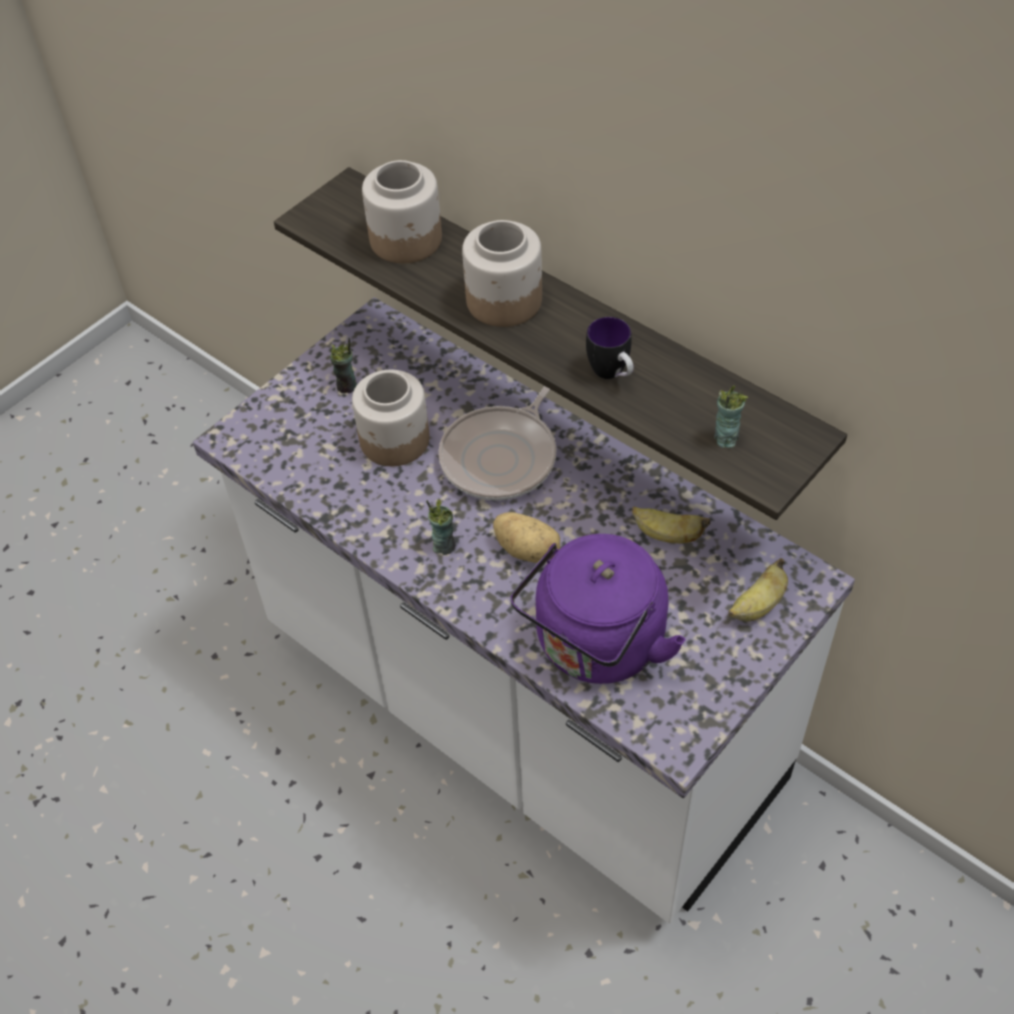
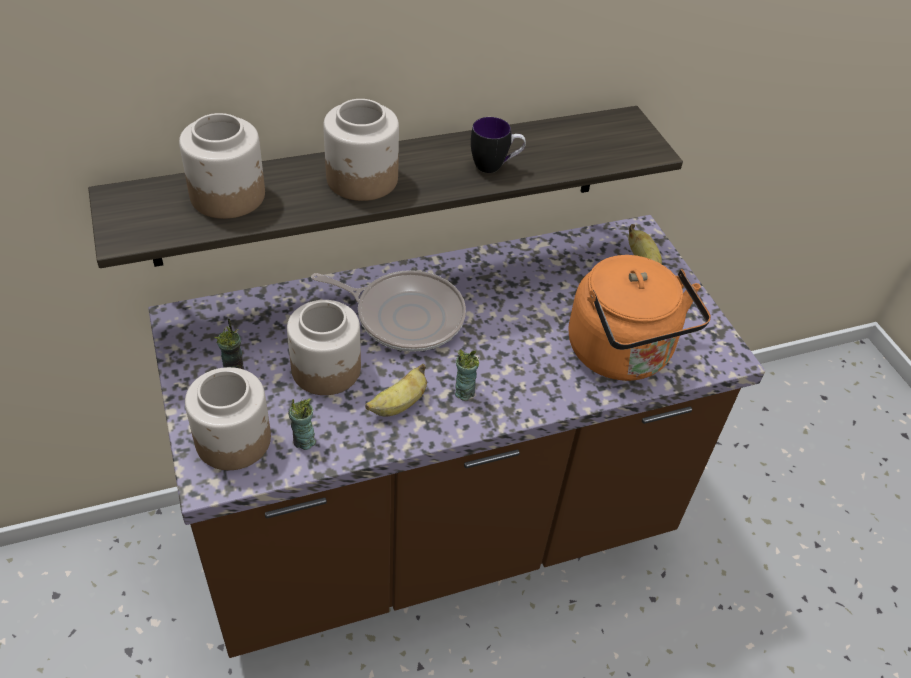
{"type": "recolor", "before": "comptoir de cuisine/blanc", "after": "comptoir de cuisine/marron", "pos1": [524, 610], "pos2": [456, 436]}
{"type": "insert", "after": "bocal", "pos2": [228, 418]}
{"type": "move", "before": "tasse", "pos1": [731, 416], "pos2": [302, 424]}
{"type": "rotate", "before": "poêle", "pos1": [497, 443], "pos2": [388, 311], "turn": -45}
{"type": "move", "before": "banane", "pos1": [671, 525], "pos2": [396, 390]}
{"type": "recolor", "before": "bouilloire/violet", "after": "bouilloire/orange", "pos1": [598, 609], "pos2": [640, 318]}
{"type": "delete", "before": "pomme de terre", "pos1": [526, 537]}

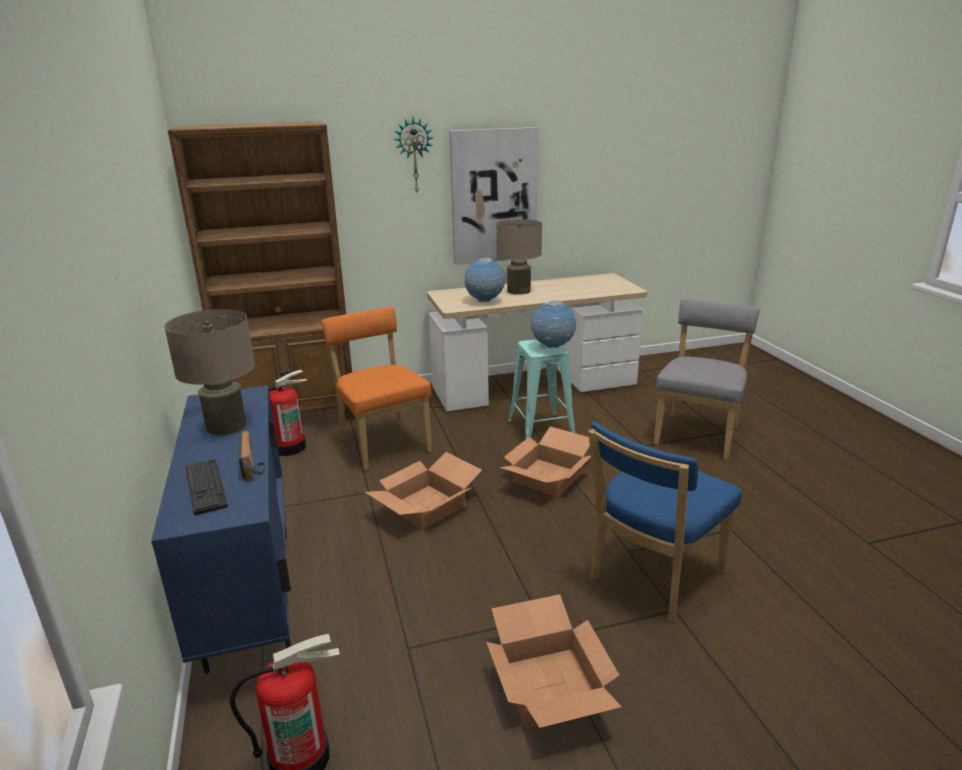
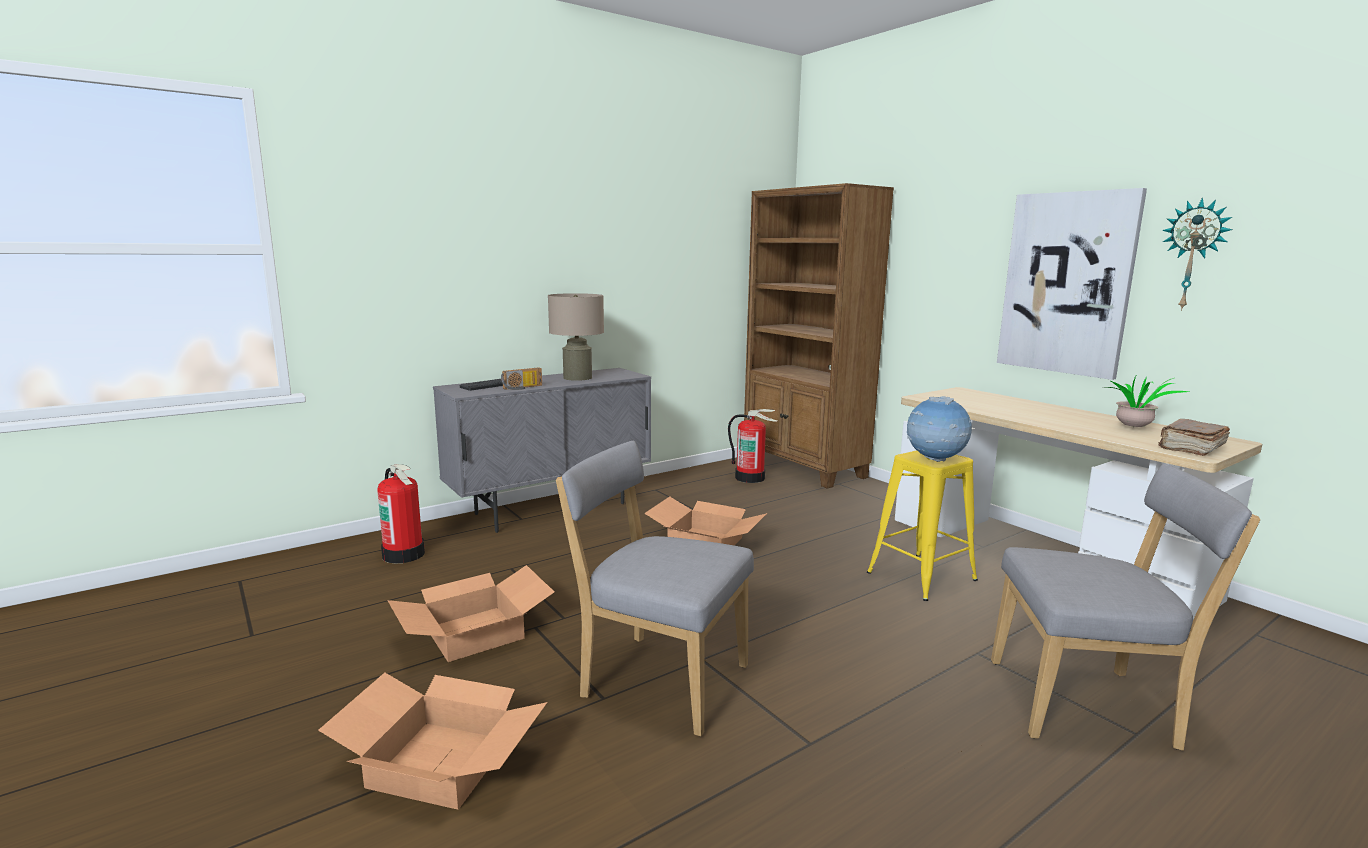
{"type": "move", "before": "carton", "pos1": [545, 462], "pos2": [433, 741]}
{"type": "recolor", "before": "meuble de rangement/bleu", "after": "meuble de rangement/gris", "pos1": [221, 530], "pos2": [542, 450]}
{"type": "recolor", "before": "chaise/bleu", "after": "chaise/gris", "pos1": [665, 522], "pos2": [655, 588]}
{"type": "recolor", "before": "tabouret/turquoise", "after": "tabouret/jaune", "pos1": [541, 390], "pos2": [922, 525]}
{"type": "insert", "after": "plante en pot", "pos2": [1147, 401]}
{"type": "insert", "after": "livre/marron", "pos2": [1194, 437]}
{"type": "move", "before": "horloge murale", "pos1": [413, 154], "pos2": [1197, 254]}
{"type": "delete", "before": "chaise/orange", "pos1": [376, 389]}
{"type": "delete", "before": "globe", "pos1": [484, 280]}
{"type": "delete", "before": "lampe de table/beige", "pos1": [519, 257]}

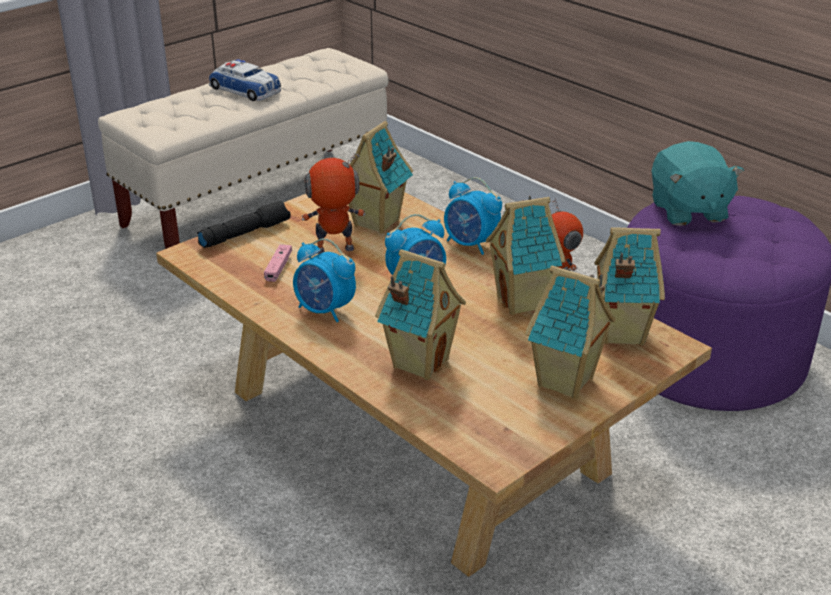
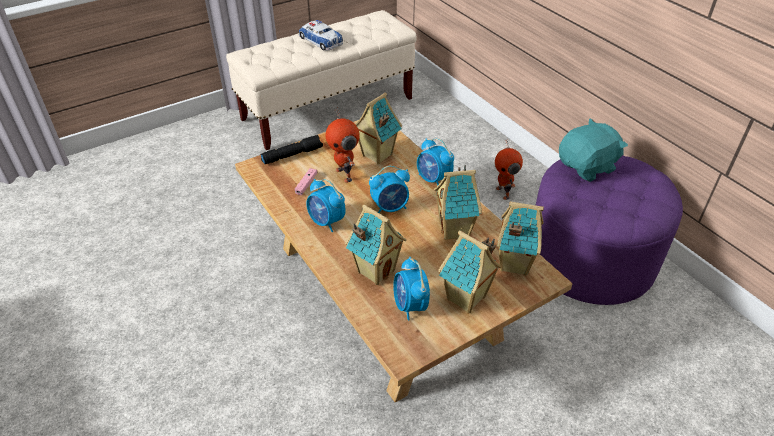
{"type": "rotate", "before": "robot jouet", "pos1": [333, 203], "pos2": [343, 145], "turn": -120}
{"type": "insert", "after": "réveil", "pos2": [411, 289]}
{"type": "rotate", "before": "peluche/turquoise", "pos1": [698, 183], "pos2": [593, 150], "turn": -120}

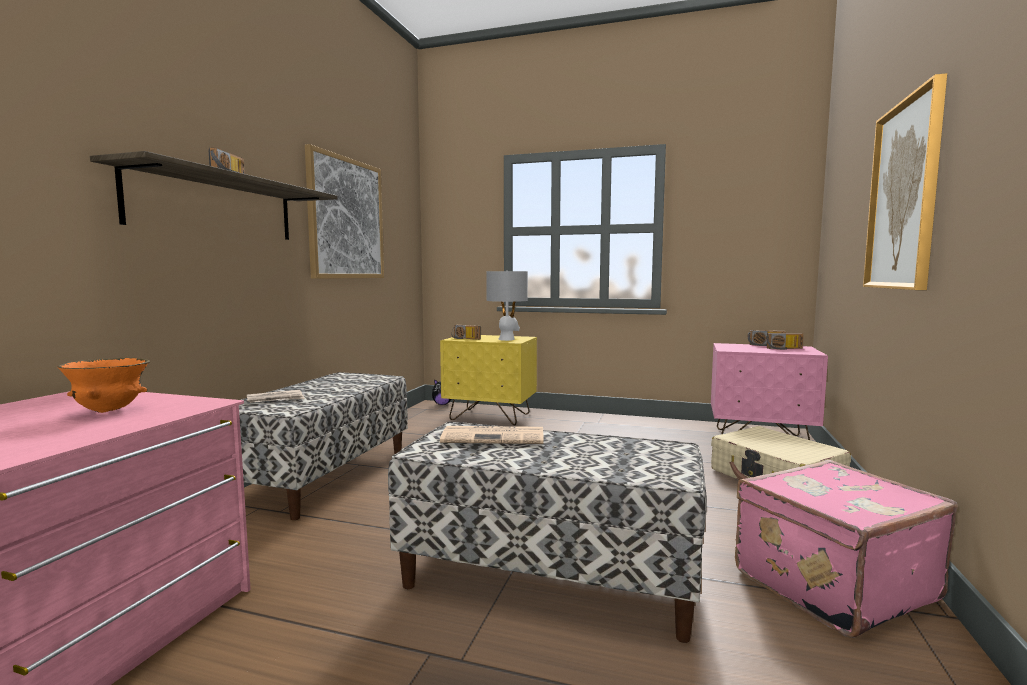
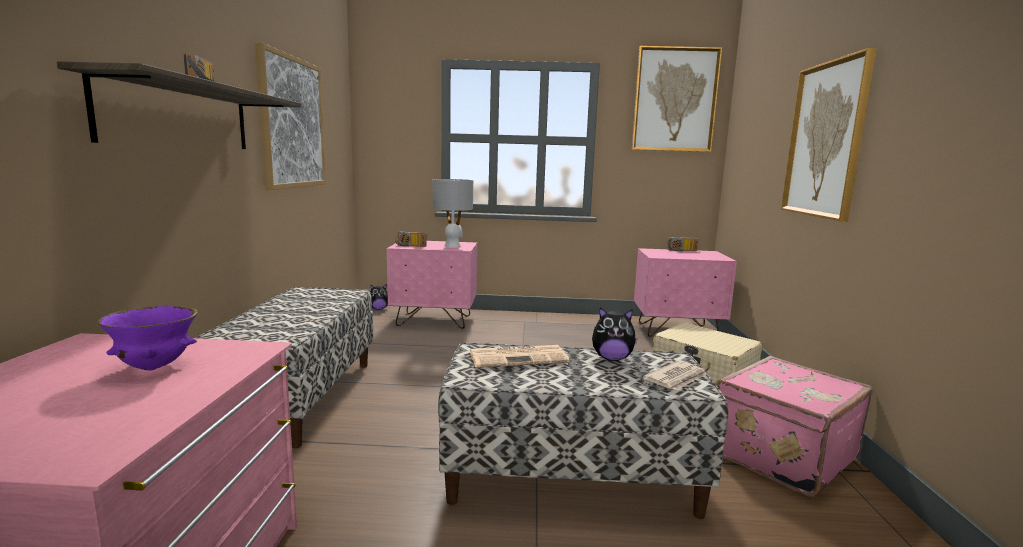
{"type": "recolor", "before": "bol/orange", "after": "bol/violet", "pos1": [103, 385], "pos2": [148, 338]}
{"type": "recolor", "before": "table de chevet/jaune", "after": "table de chevet/rose", "pos1": [488, 380], "pos2": [432, 285]}
{"type": "insert", "after": "peluche", "pos2": [615, 334]}
{"type": "insert", "after": "tableau", "pos2": [677, 99]}
{"type": "move", "before": "journal", "pos1": [276, 396], "pos2": [674, 375]}
{"type": "delete", "before": "radio", "pos1": [785, 341]}

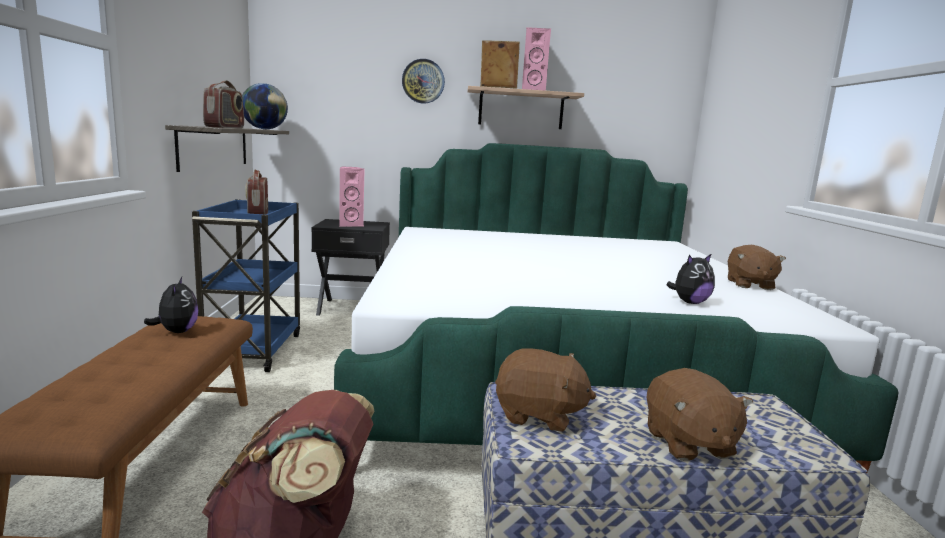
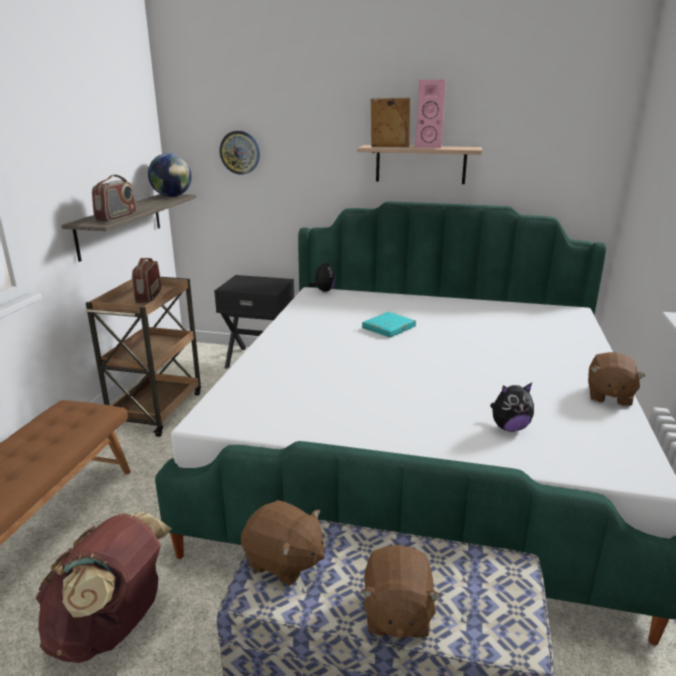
{"type": "recolor", "before": "chariot/bleu", "after": "chariot/marron", "pos1": [246, 285], "pos2": [142, 357]}
{"type": "move", "before": "horloge murale", "pos1": [423, 81], "pos2": [240, 153]}
{"type": "move", "before": "peluche", "pos1": [171, 305], "pos2": [321, 276]}
{"type": "insert", "after": "livre/turquoise", "pos2": [389, 324]}
{"type": "delete", "before": "enceinte/rose", "pos1": [351, 196]}

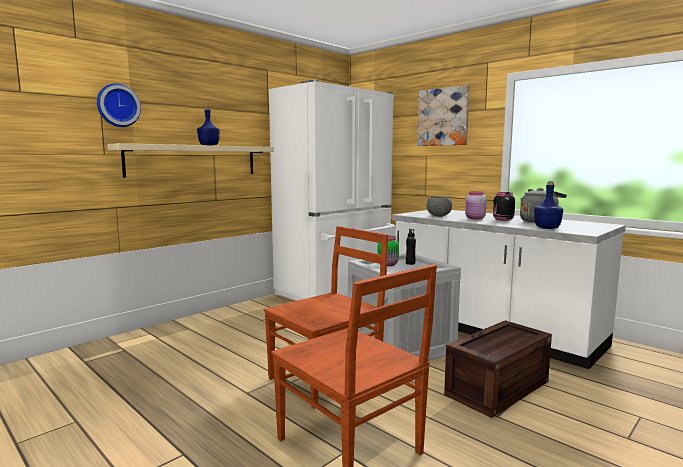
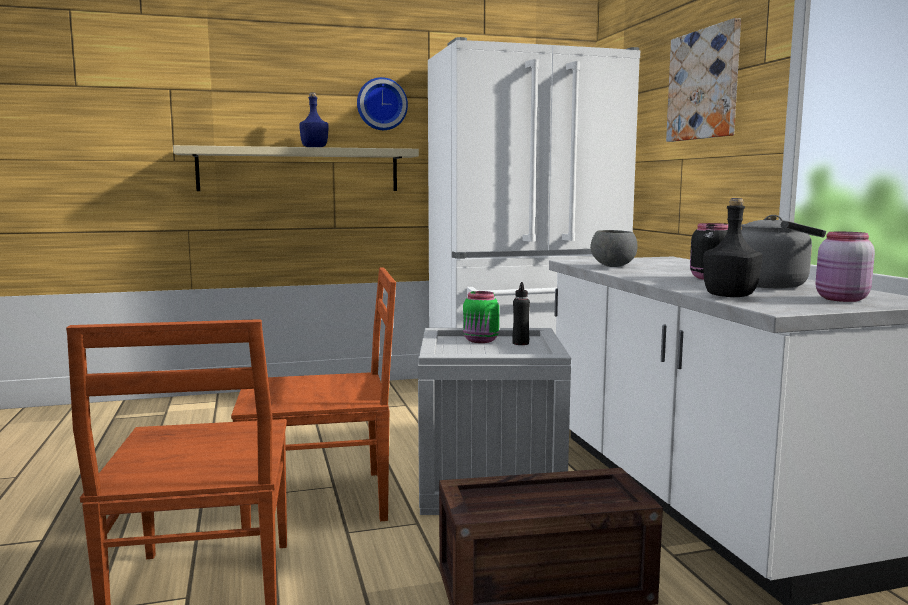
{"type": "move", "before": "horloge murale", "pos1": [119, 105], "pos2": [382, 103]}
{"type": "recolor", "before": "bouteille/bleu", "after": "bouteille/noir", "pos1": [548, 205], "pos2": [733, 247]}
{"type": "move", "before": "bocal/rose", "pos1": [476, 205], "pos2": [845, 267]}

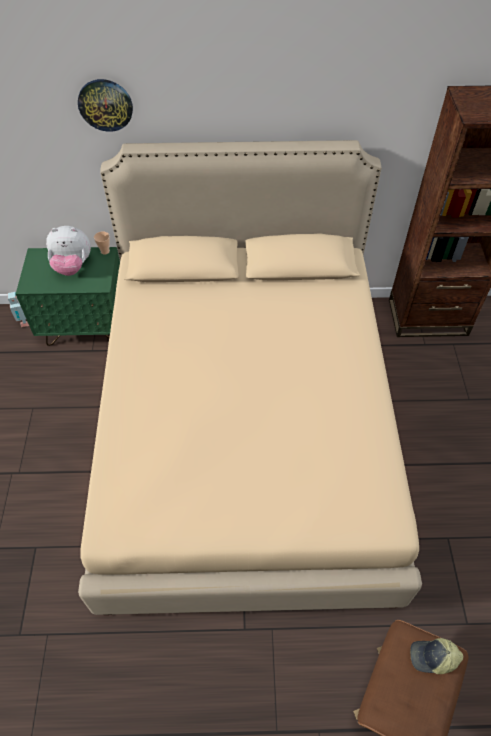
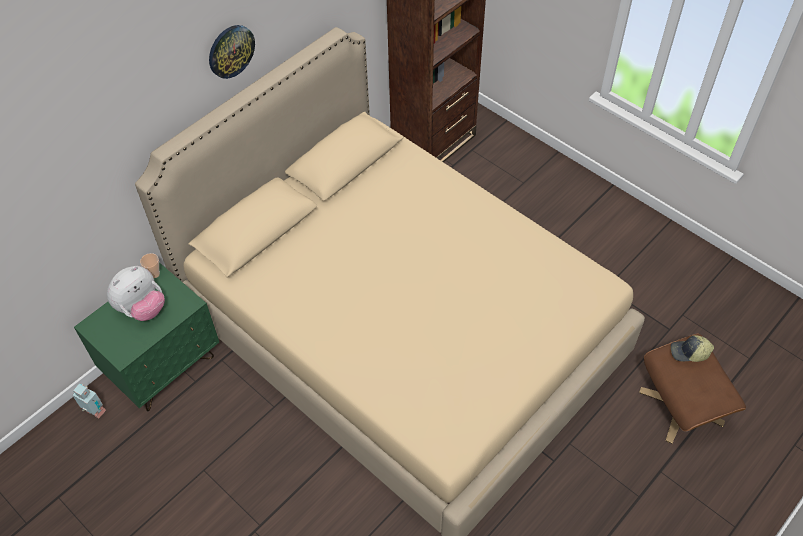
{"type": "move", "before": "horloge murale", "pos1": [105, 105], "pos2": [232, 52]}
{"type": "rotate", "before": "casquette", "pos1": [436, 656], "pos2": [692, 348], "turn": 45}

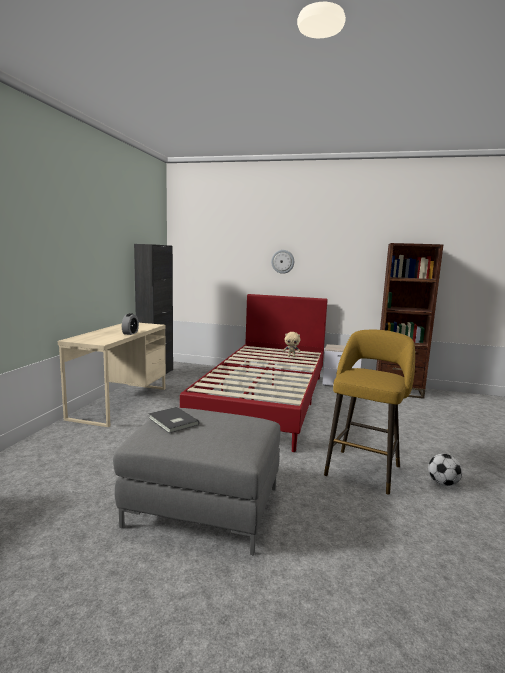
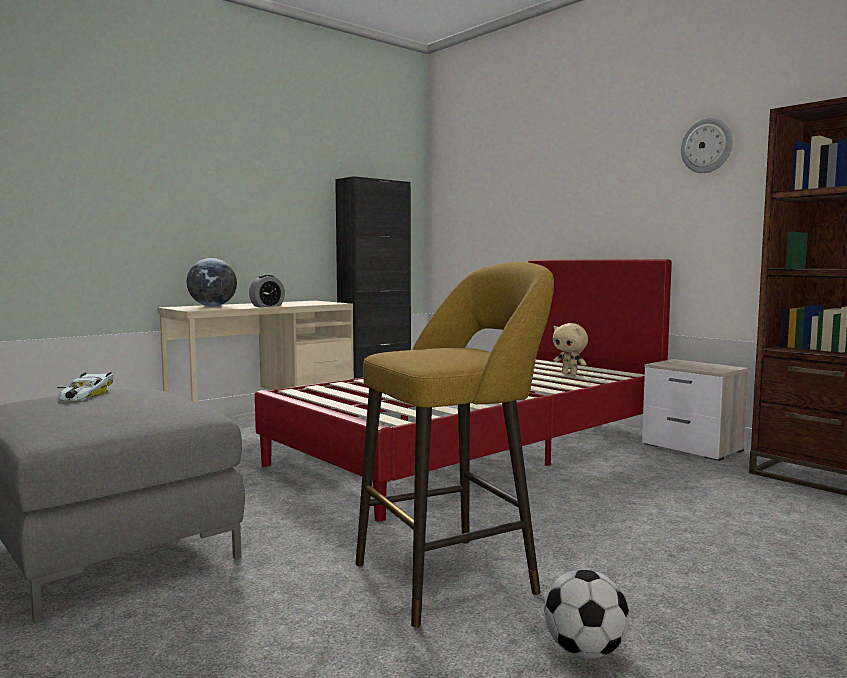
{"type": "replace", "before": "livre/gris", "after": "petite voiture", "pos1": [173, 420], "pos2": [85, 387]}
{"type": "insert", "after": "globe", "pos2": [212, 282]}
{"type": "move", "before": "horloge murale", "pos1": [282, 262], "pos2": [707, 145]}

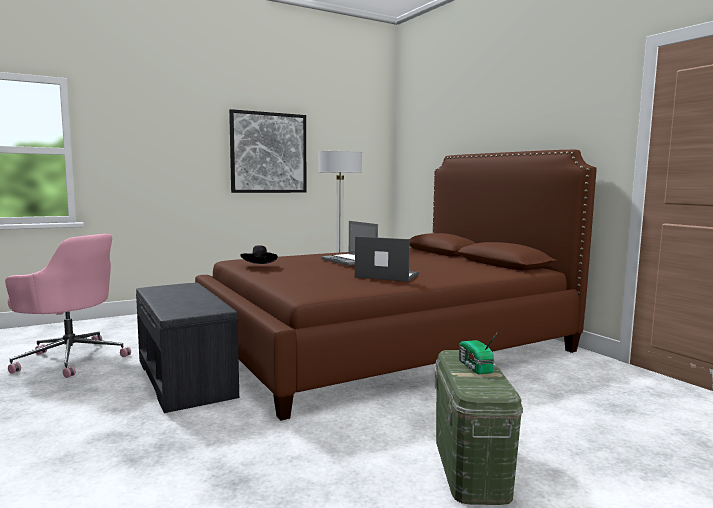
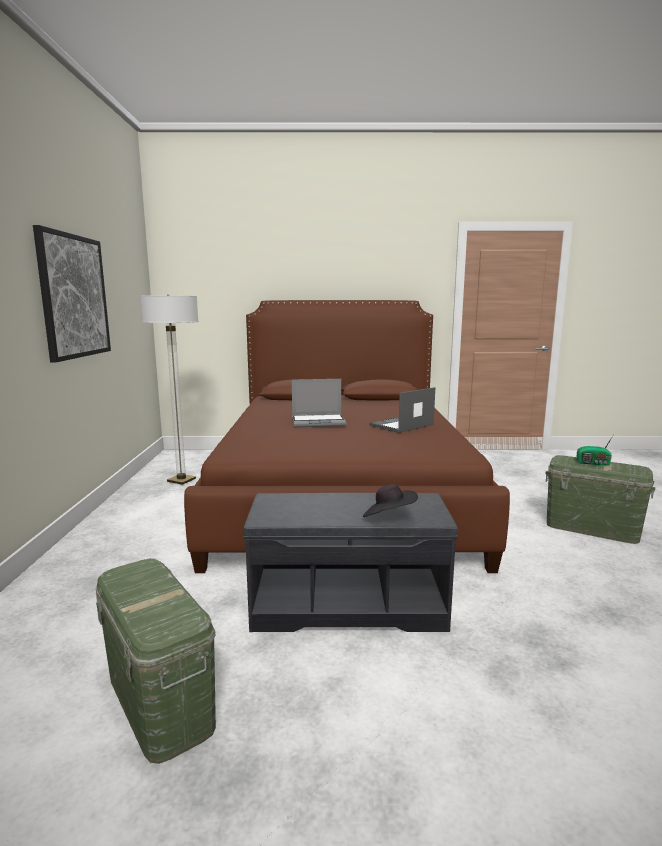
{"type": "replace", "before": "chaise de bureau/rose", "after": "boîte de rangement/vert", "pos1": [68, 306], "pos2": [156, 661]}
{"type": "move", "before": "chapeau/noir", "pos1": [259, 255], "pos2": [390, 500]}

